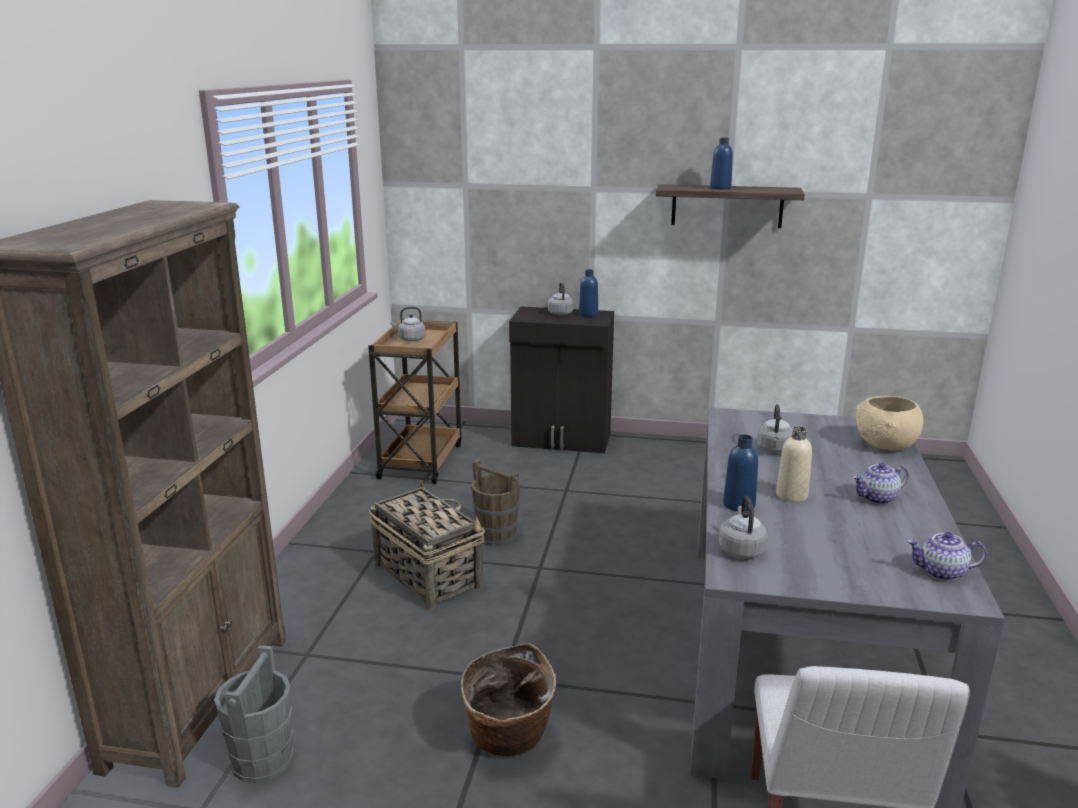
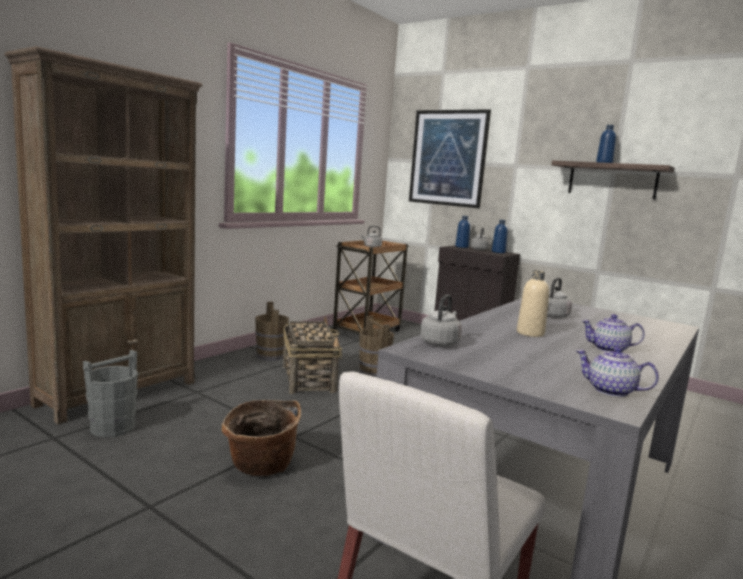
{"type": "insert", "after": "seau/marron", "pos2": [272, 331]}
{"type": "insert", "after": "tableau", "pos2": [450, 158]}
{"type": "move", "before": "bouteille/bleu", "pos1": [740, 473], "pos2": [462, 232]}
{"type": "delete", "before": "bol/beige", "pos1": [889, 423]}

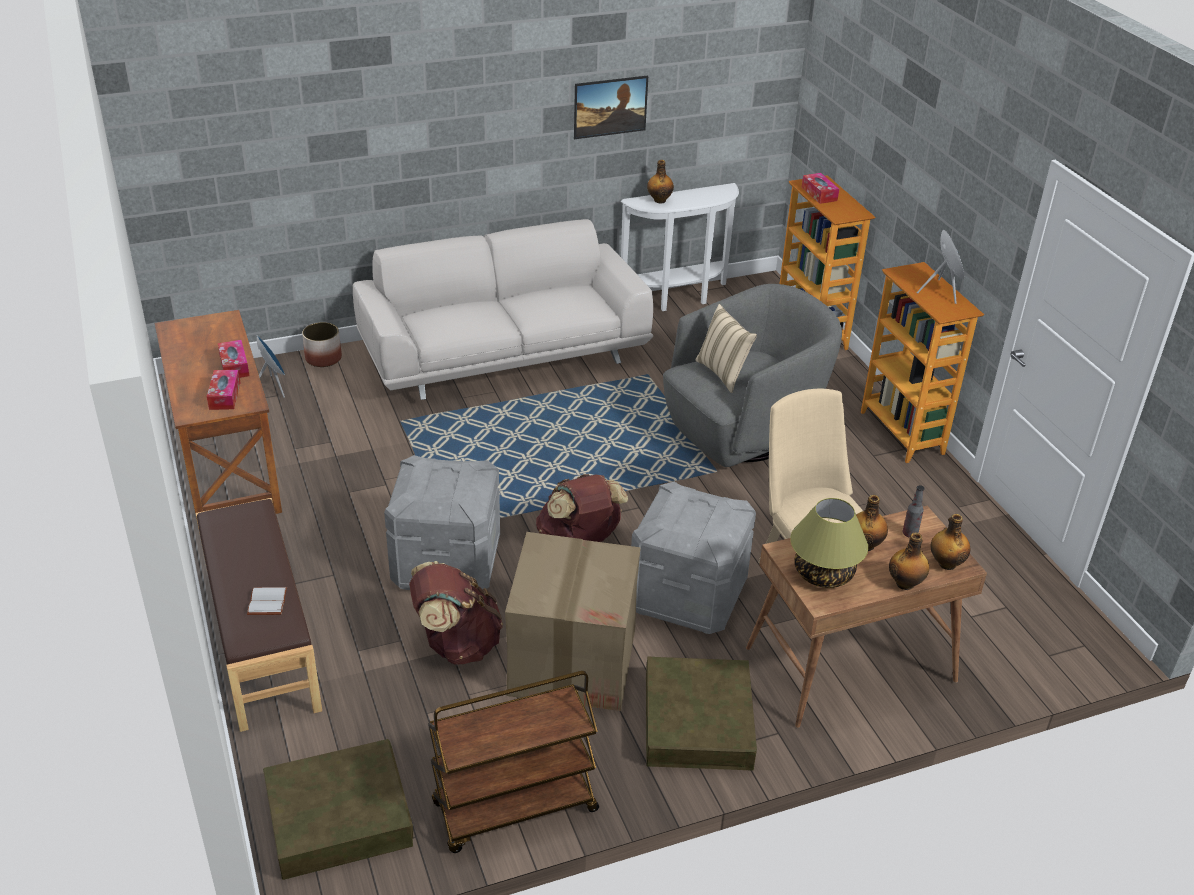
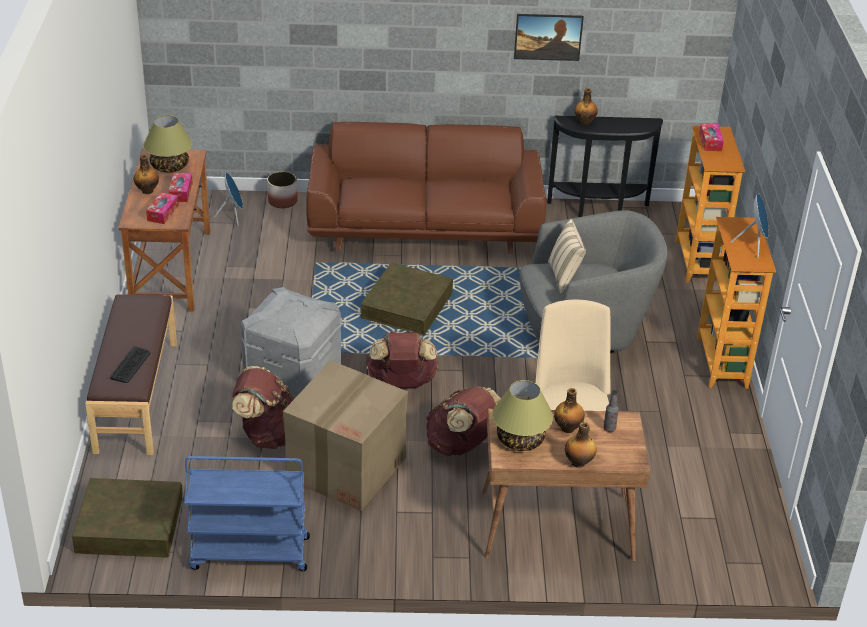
{"type": "replace", "before": "livre/blanc", "after": "clavier", "pos1": [267, 601], "pos2": [130, 364]}
{"type": "move", "before": "bouteille", "pos1": [950, 542], "pos2": [146, 174]}
{"type": "insert", "after": "lampe de table", "pos2": [168, 143]}
{"type": "recolor", "before": "chariot/marron", "after": "chariot/bleu", "pos1": [513, 762], "pos2": [247, 513]}
{"type": "recolor", "before": "canapé/blanc", "after": "canapé/marron", "pos1": [503, 309], "pos2": [426, 188]}
{"type": "move", "before": "boîte de rangement/marron", "pos1": [701, 713], "pos2": [407, 298]}
{"type": "replace", "before": "boîte de rangement/gris", "after": "sac à dos/marron", "pos1": [693, 558], "pos2": [463, 421]}
{"type": "recolor", "before": "table console/blanc", "after": "table console/noir", "pos1": [680, 247], "pos2": [605, 166]}

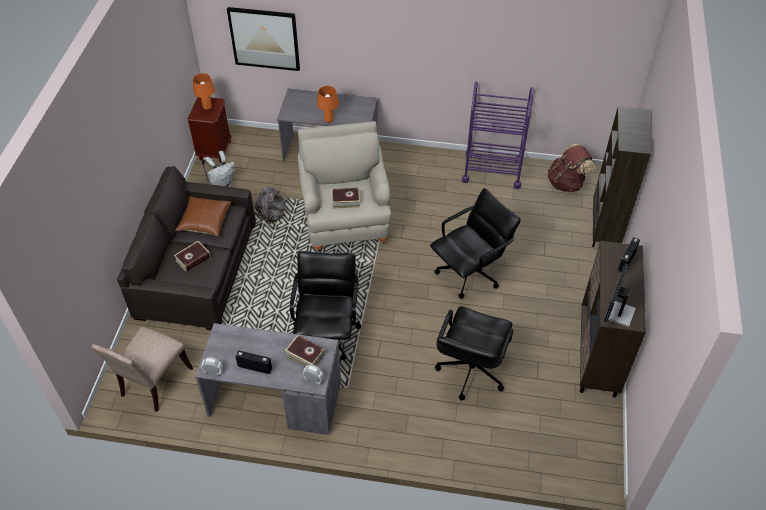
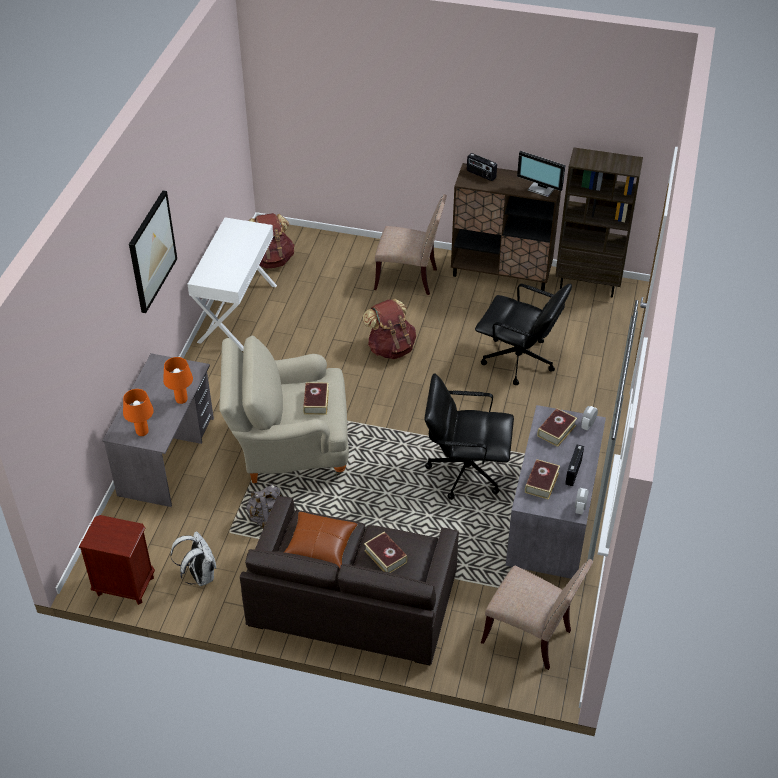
{"type": "move", "before": "lampe de table/orange", "pos1": [204, 91], "pos2": [138, 412]}
{"type": "move", "before": "tableau", "pos1": [263, 39], "pos2": [153, 252]}
{"type": "replace", "before": "chariot/violet", "after": "table console/blanc", "pos1": [497, 135], "pos2": [232, 284]}
{"type": "replace", "before": "chaise de bureau/noir", "after": "sac à dos/marron", "pos1": [475, 243], "pos2": [389, 329]}
{"type": "insert", "after": "chaise/beige", "pos2": [410, 244]}
{"type": "insert", "after": "livre", "pos2": [542, 479]}
{"type": "move", "before": "bibliothèque/marron", "pos1": [621, 176], "pos2": [599, 222]}

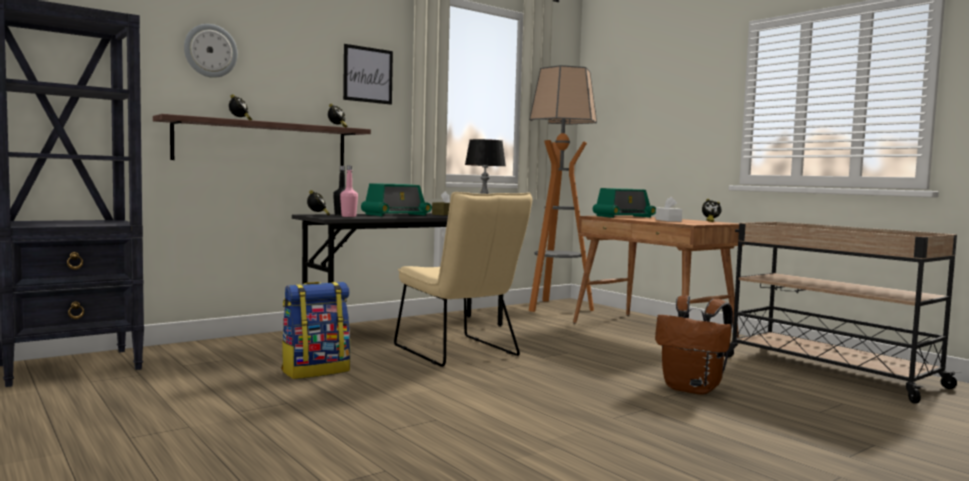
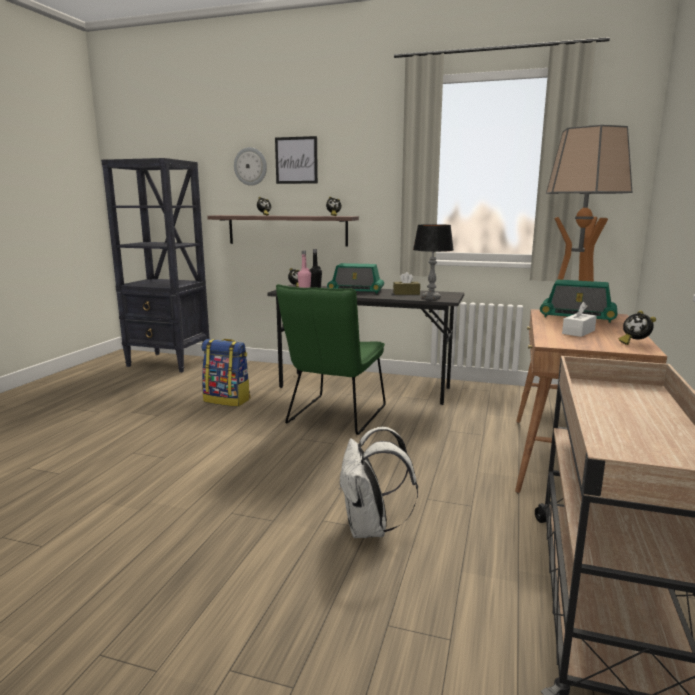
{"type": "move", "before": "tableau", "pos1": [368, 74], "pos2": [296, 160]}
{"type": "recolor", "before": "chaise/beige", "after": "chaise/vert", "pos1": [463, 279], "pos2": [331, 359]}
{"type": "recolor", "before": "sac à dos/marron", "after": "sac à dos/blanc", "pos1": [694, 345], "pos2": [378, 482]}

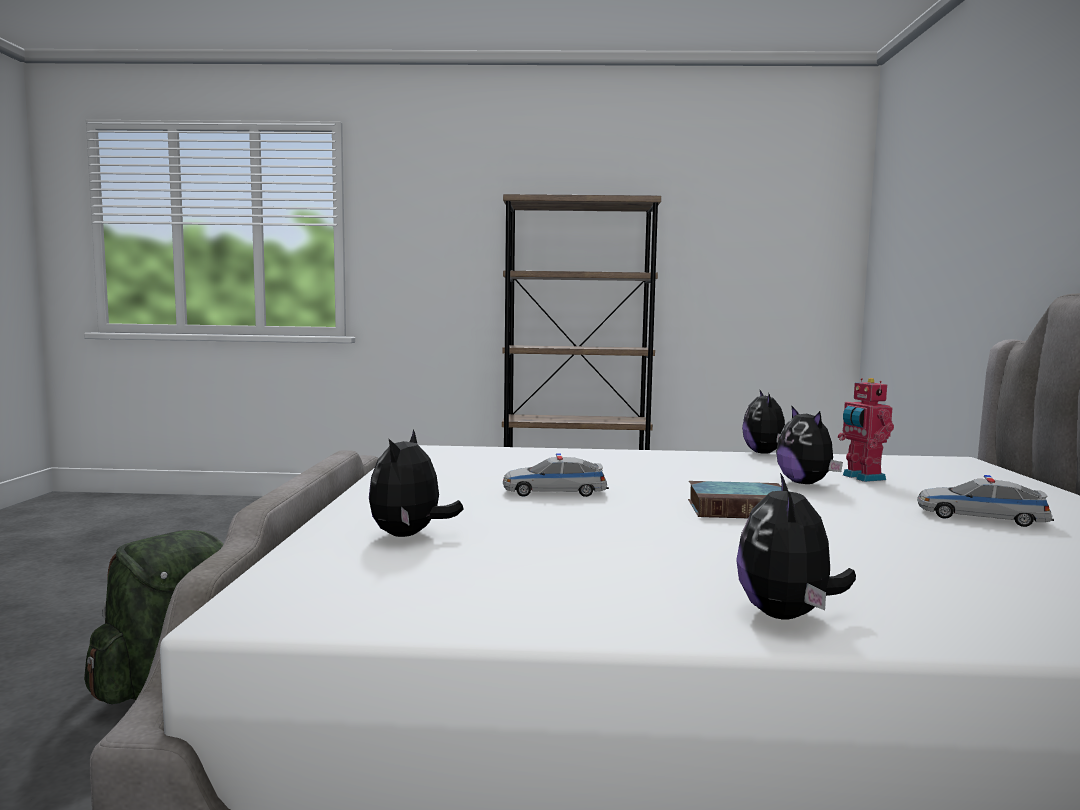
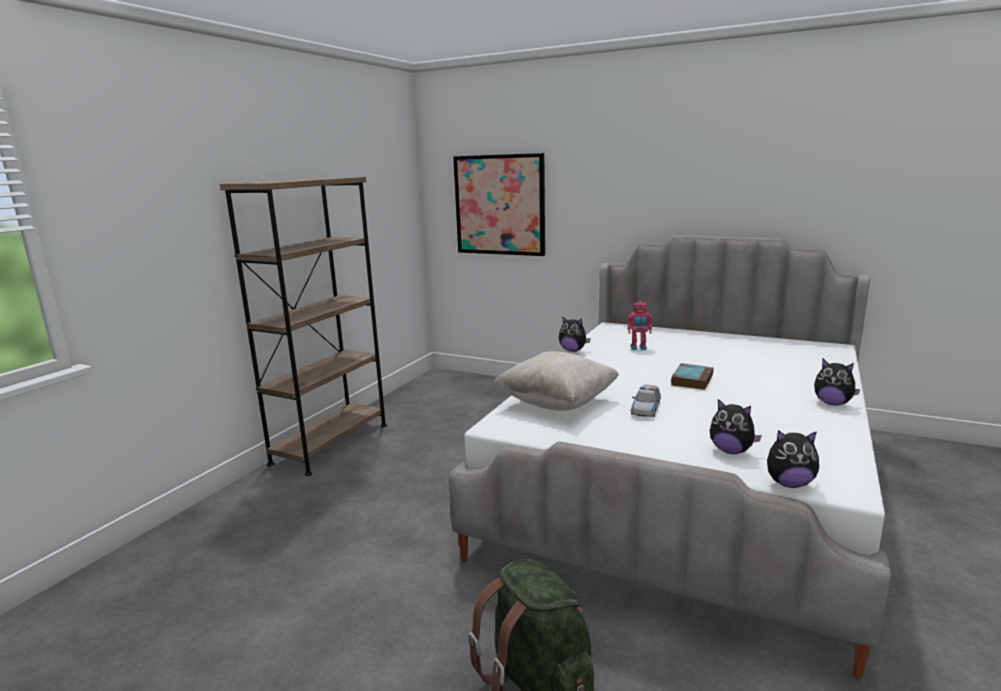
{"type": "insert", "after": "tableau", "pos2": [499, 204]}
{"type": "insert", "after": "coussin/beige", "pos2": [555, 381]}
{"type": "move", "before": "peluche", "pos1": [809, 444], "pos2": [793, 459]}
{"type": "delete", "before": "petite voiture", "pos1": [985, 501]}

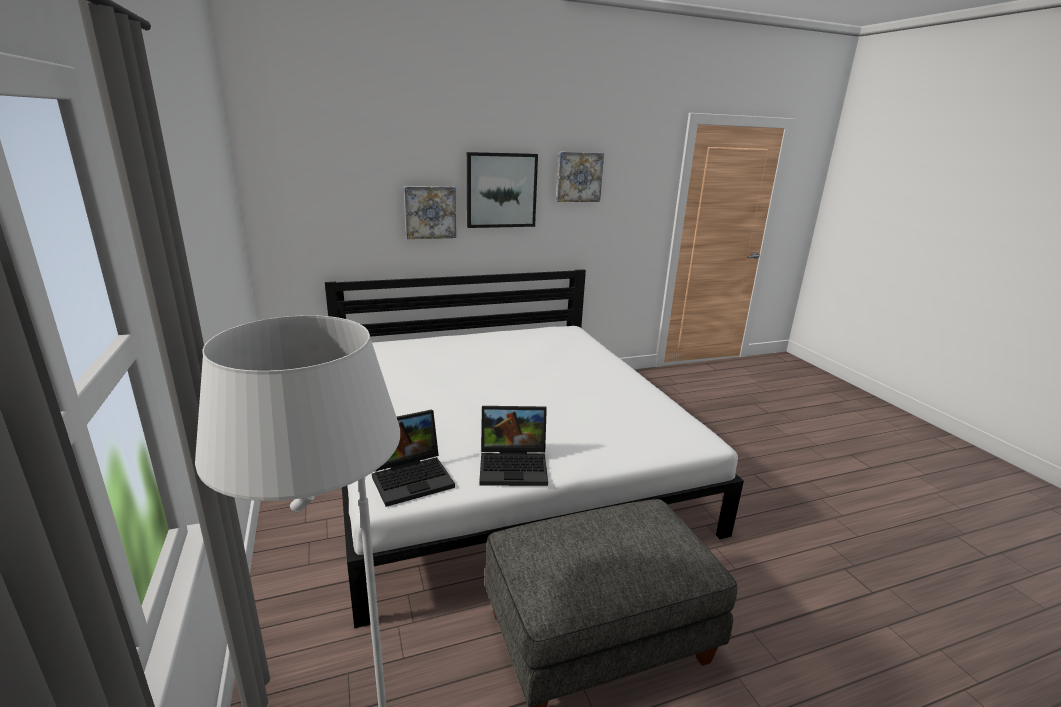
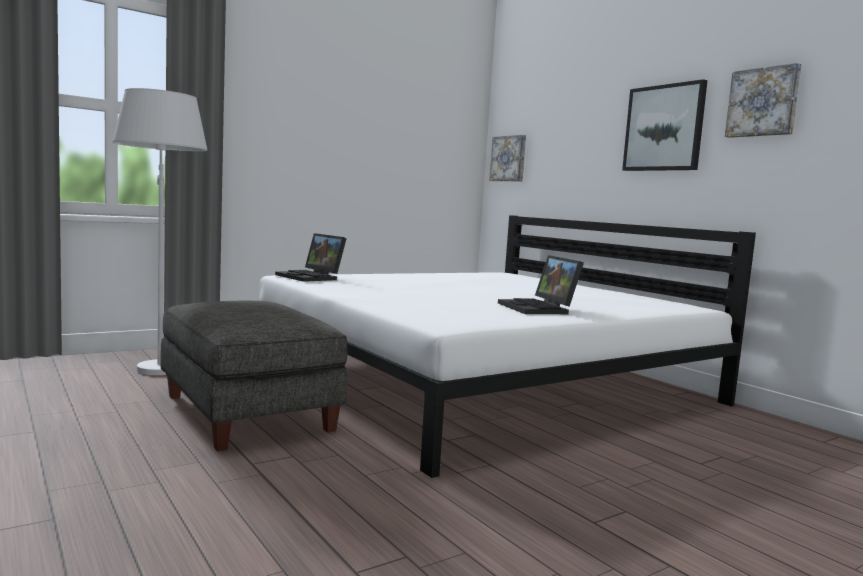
{"type": "move", "before": "tableau", "pos1": [430, 212], "pos2": [507, 158]}
{"type": "move", "before": "ordinateur portable", "pos1": [513, 446], "pos2": [541, 284]}

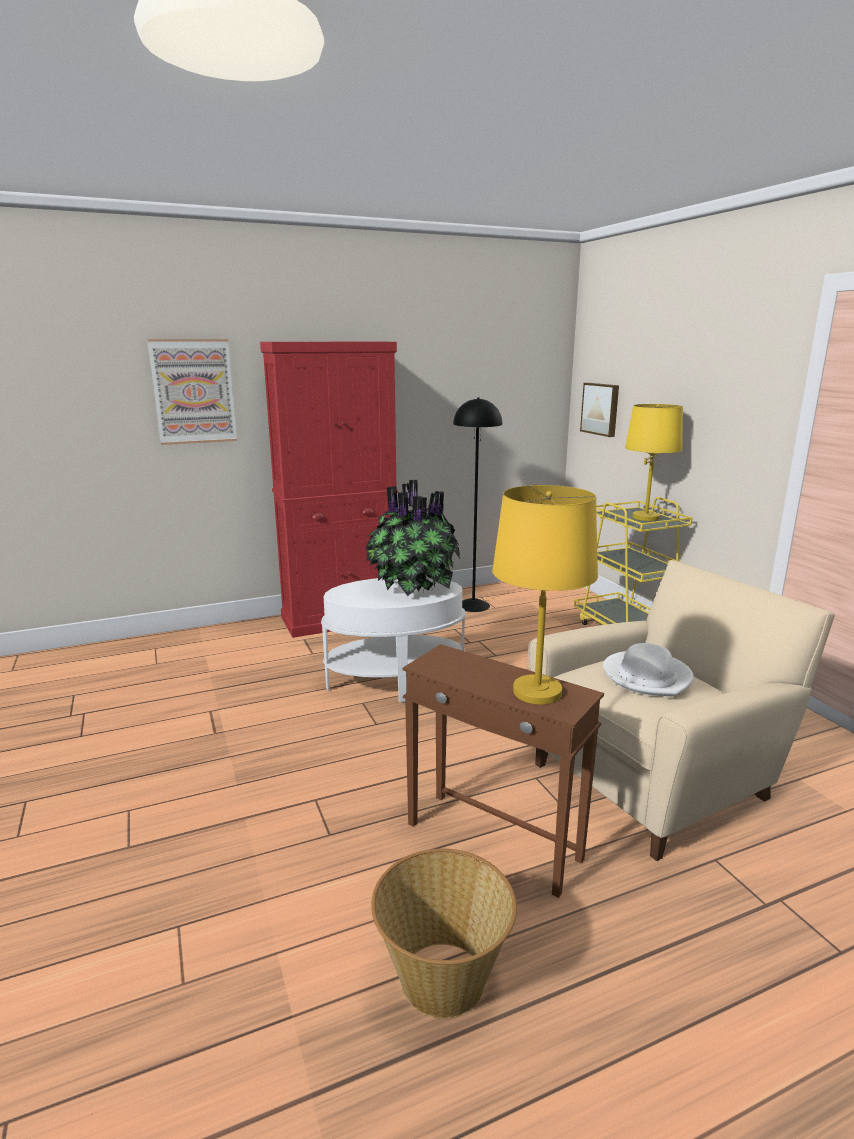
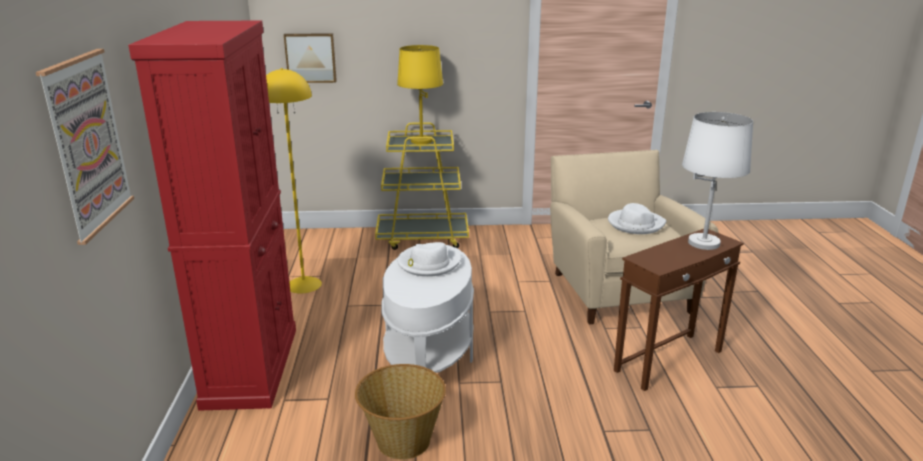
{"type": "recolor", "before": "lampadaire/noir", "after": "lampadaire/jaune", "pos1": [477, 504], "pos2": [294, 180]}
{"type": "move", "before": "panier", "pos1": [444, 934], "pos2": [400, 412]}
{"type": "replace", "before": "plante en pot", "after": "chapeau/blanc", "pos1": [412, 537], "pos2": [429, 259]}
{"type": "recolor", "before": "lampe de table/jaune", "after": "lampe de table/blanc", "pos1": [545, 595], "pos2": [717, 181]}

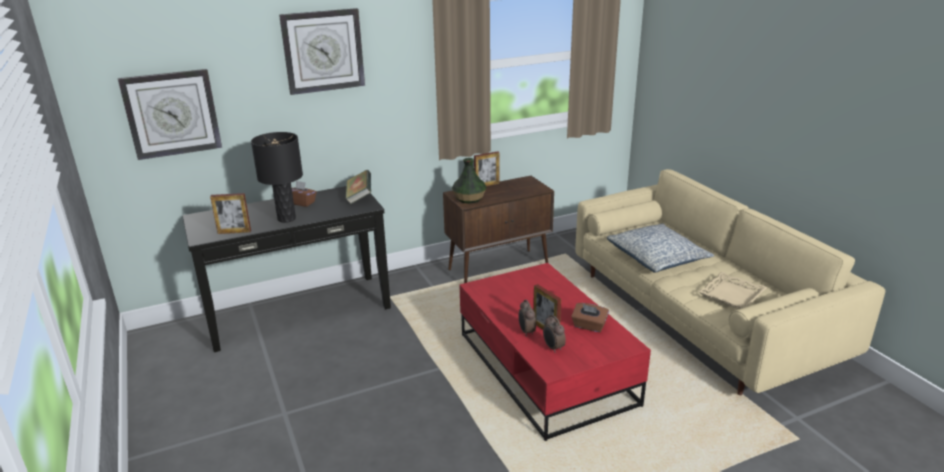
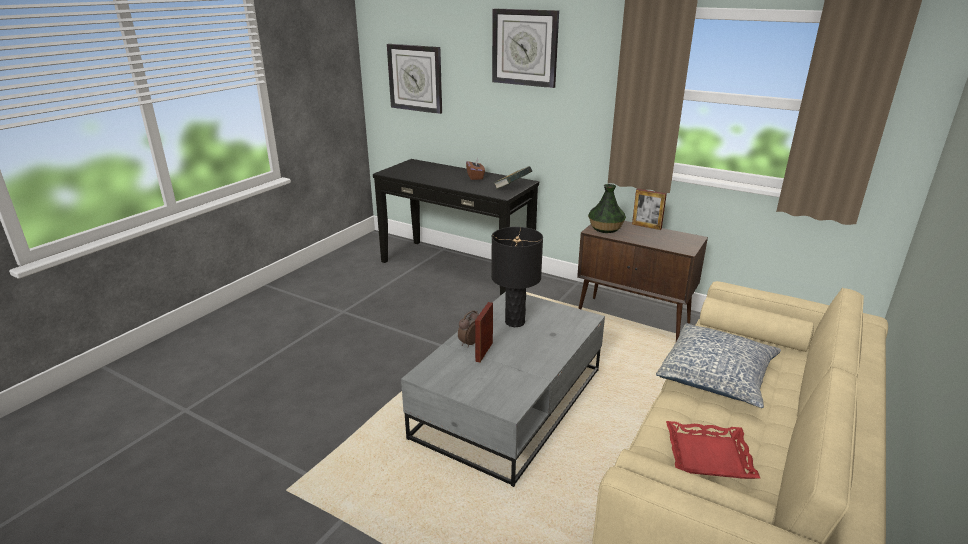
{"type": "recolor", "before": "table basse/rouge", "after": "table basse/gris", "pos1": [555, 352], "pos2": [503, 389]}
{"type": "move", "before": "lampe de table/noir", "pos1": [277, 177], "pos2": [517, 277]}
{"type": "recolor", "before": "plateau/beige", "after": "plateau/rouge", "pos1": [732, 290], "pos2": [713, 450]}
{"type": "delete", "before": "cadre photo", "pos1": [230, 213]}
{"type": "delete", "before": "réveil", "pos1": [554, 334]}
{"type": "delete", "before": "boîte à mouchoirs/marron", "pos1": [590, 317]}

